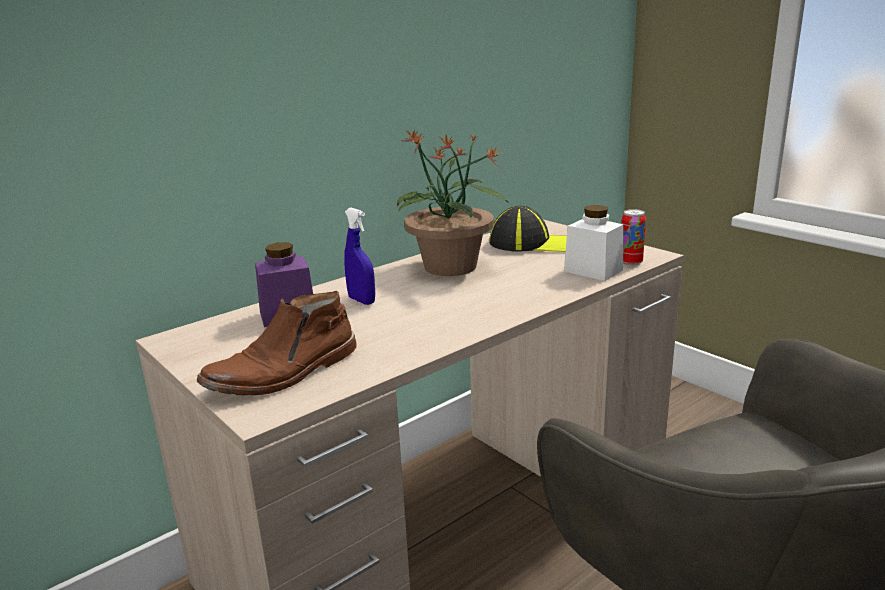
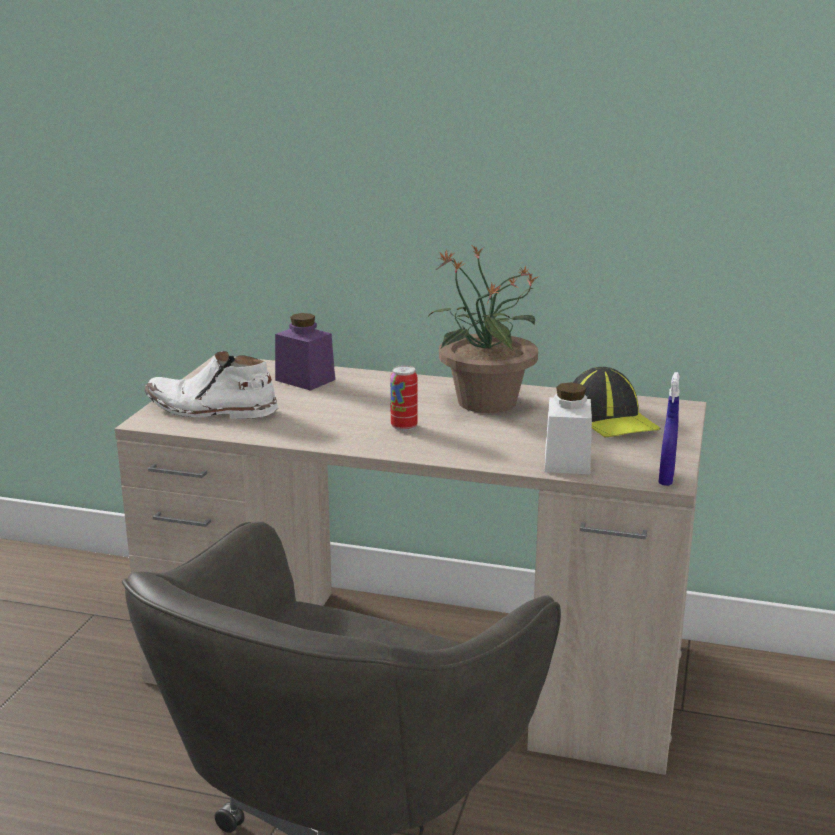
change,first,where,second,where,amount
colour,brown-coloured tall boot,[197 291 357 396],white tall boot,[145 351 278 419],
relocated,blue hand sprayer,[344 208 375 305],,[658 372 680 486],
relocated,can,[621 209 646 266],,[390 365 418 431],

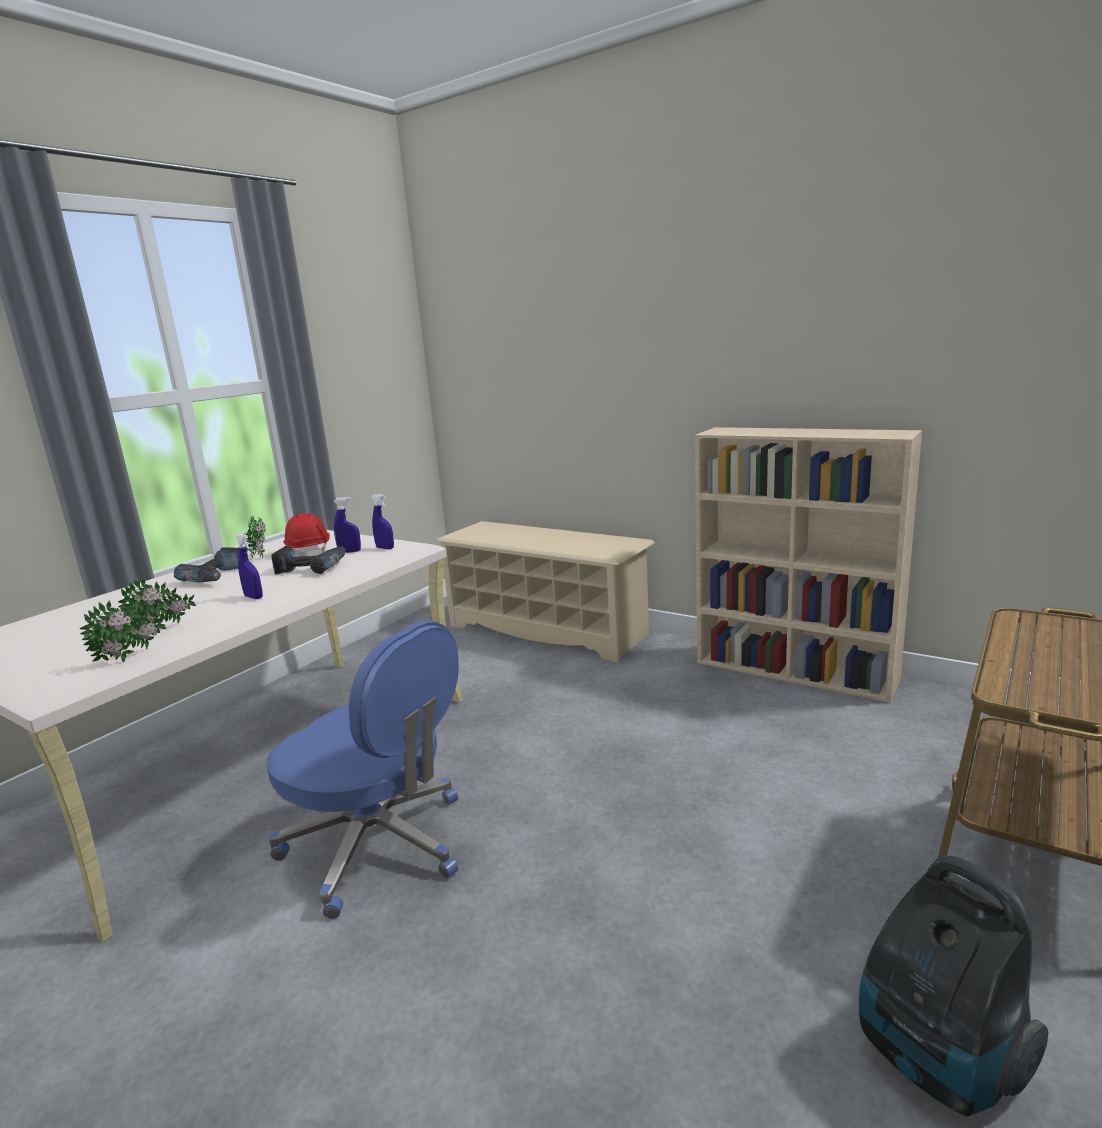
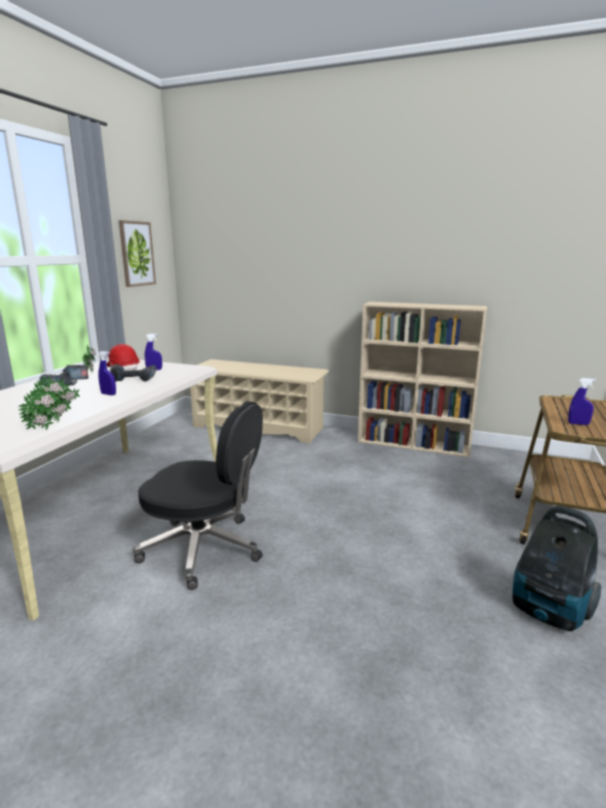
change,first,where,second,where,amount
colour,blue desk chair,[267 620 459 919],blackish desk chair,[133 401 263 590],
relocated,blue hand sprayer,[371 494 394 549],,[568 378 596 425],
appeared,,,picture,[119 220 156 287],

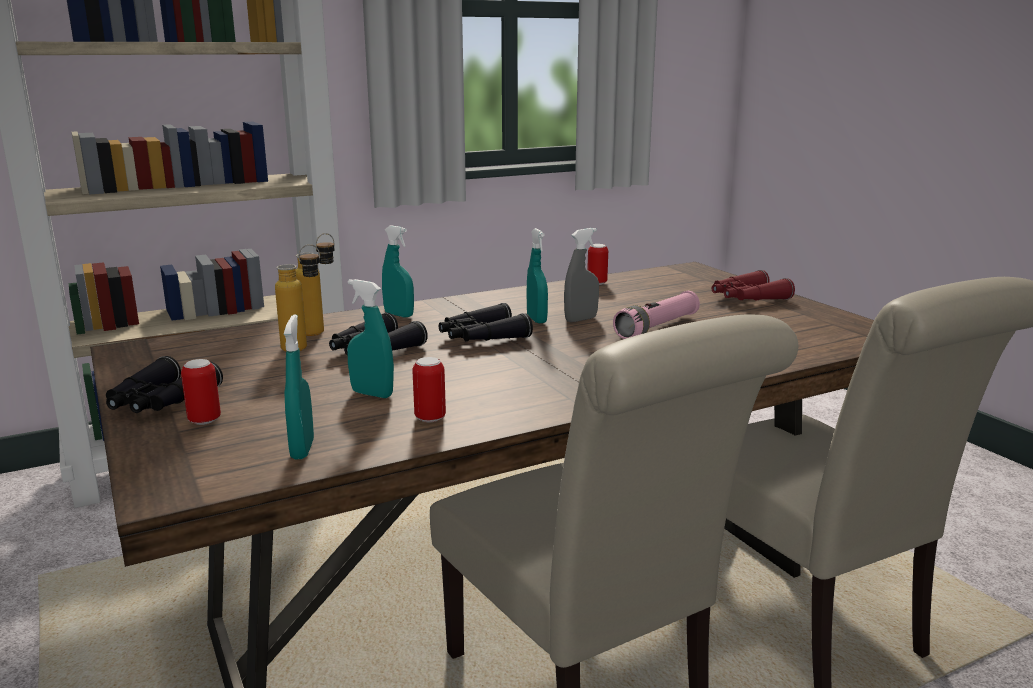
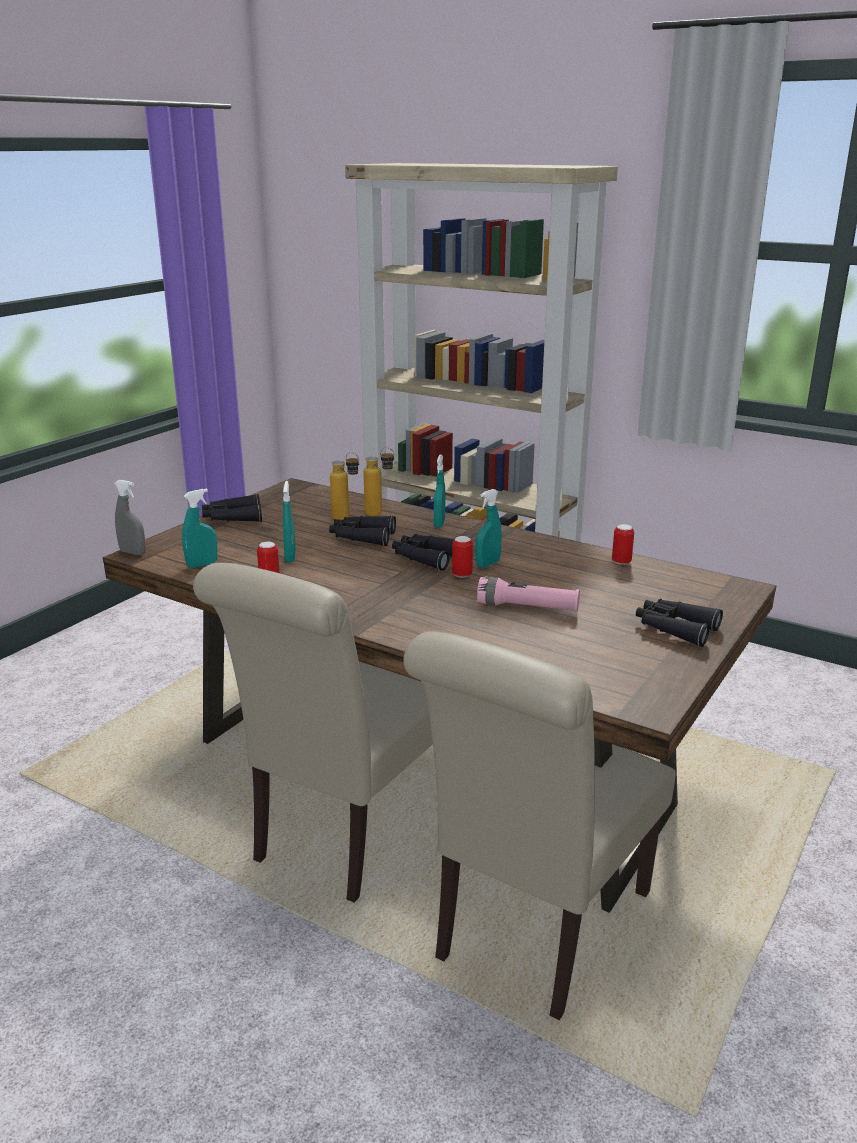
change,first,where,second,where,amount
relocated,can,[181 359 221 425],,[452 536 473 578],
relocated,gray hand sprayer,[564 228 599 322],,[114 480 146 555],
colour,reddish field glasses,[712 270 795 300],blackish field glasses,[636 599 723 647],

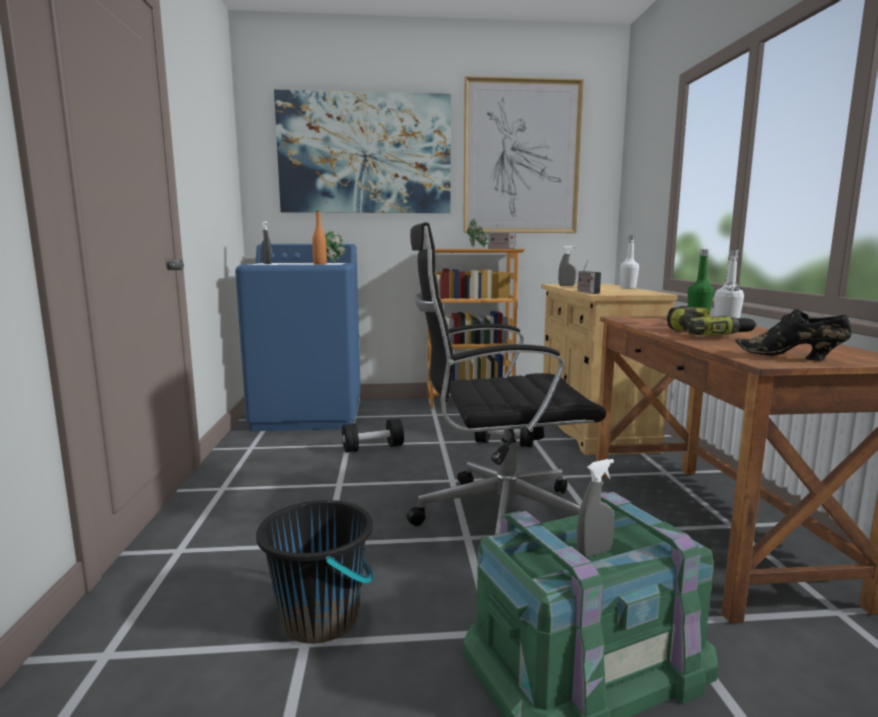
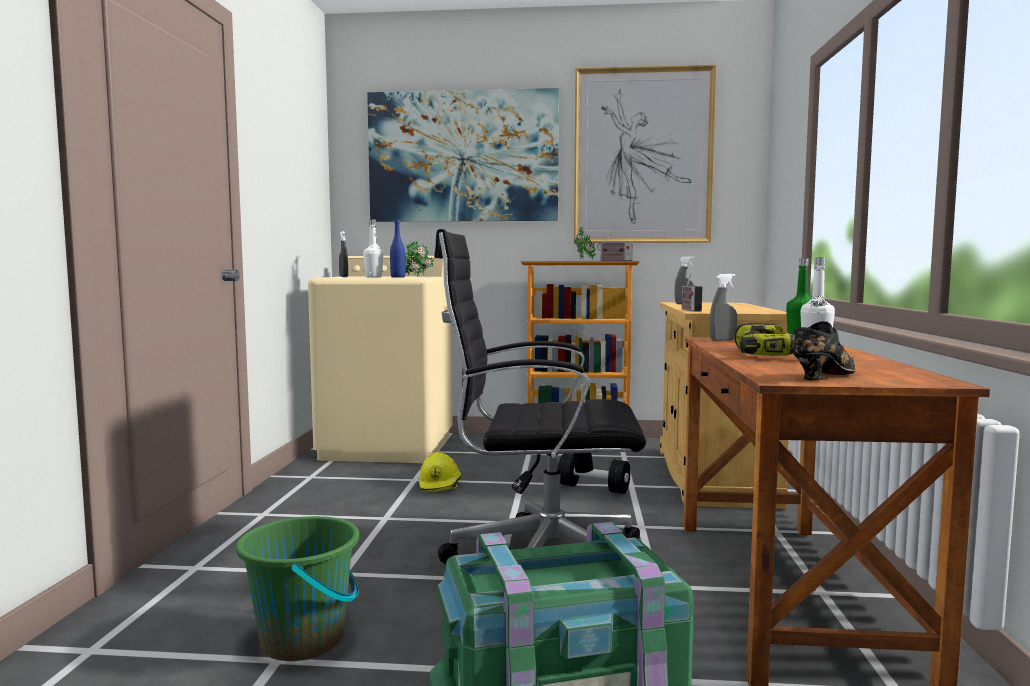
change,first,where,second,where,amount
colour,blue washing machine,[235 244 361 431],beige-coloured washing machine,[308 256 453 463],
colour,blackish bucket,[256 500 374 644],greenish bucket,[236 516 359 661],
colour,orange bottle,[312 211 327 264],blue bottle,[390 219 405 277],
exchanged,blackish dumbbell,[342 419 404 453],yellow hard hat,[419 452 461 492],
relocated,gray hand sprayer,[577 459 615 557],,[710 274 737 341],
relocated,white bottle,[620 235 639 289],,[363 219 383 277],
spun,blackish low shoe,[735 309 852 361],,[791 321 855 380],90 degrees clockwise

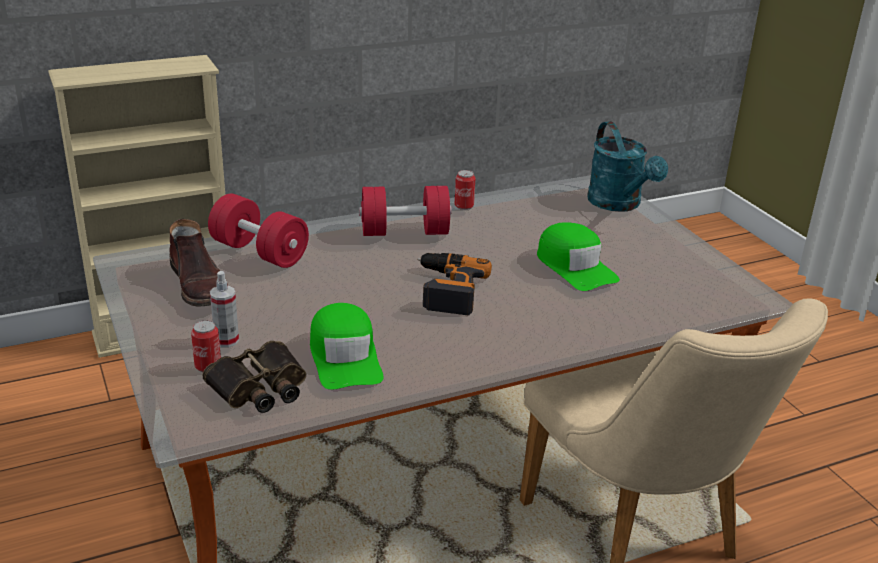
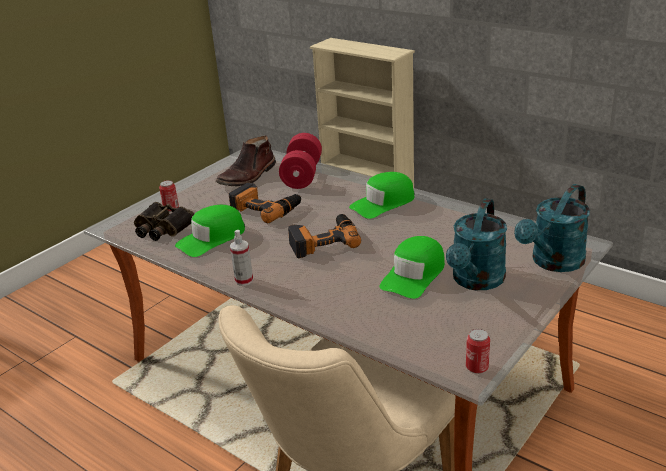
change,first,where,second,where,amount
relocated,hand sprayer,[210 271 239 347],,[230 230 253 286],
exchanged,reddish dumbbell,[359 186 452 236],greenish cap,[349 172 415 219],
relocated,can,[455 170 476 210],,[466 329 490 374],
appeared,,,drill,[229 182 301 223],
appeared,,,blue-green sprinkling can,[446 199 507 290],

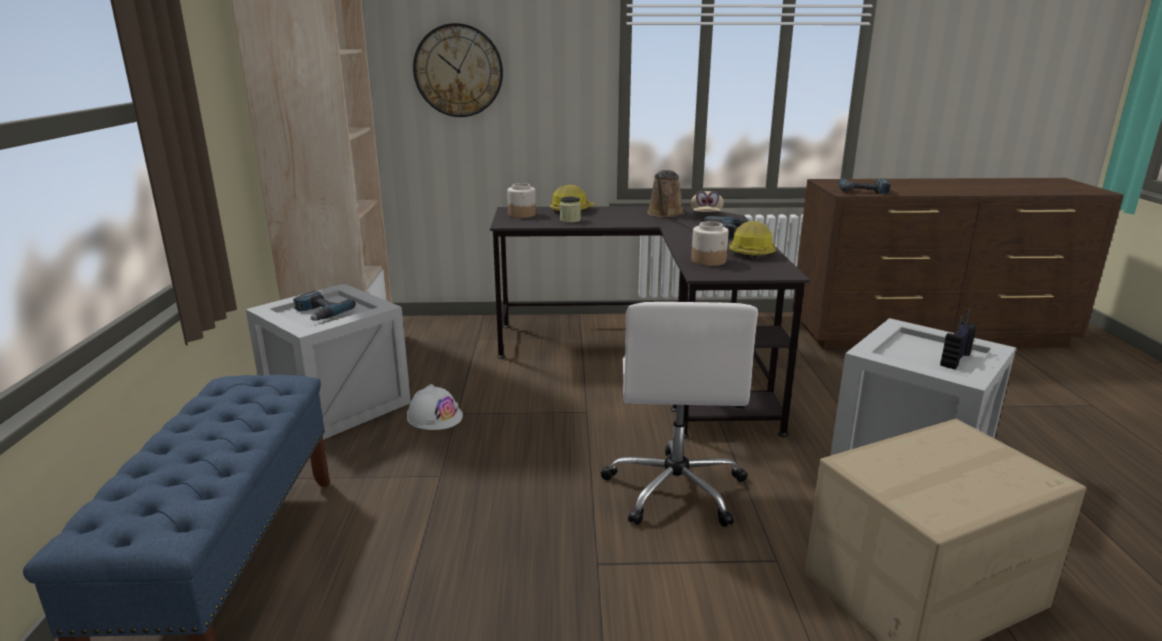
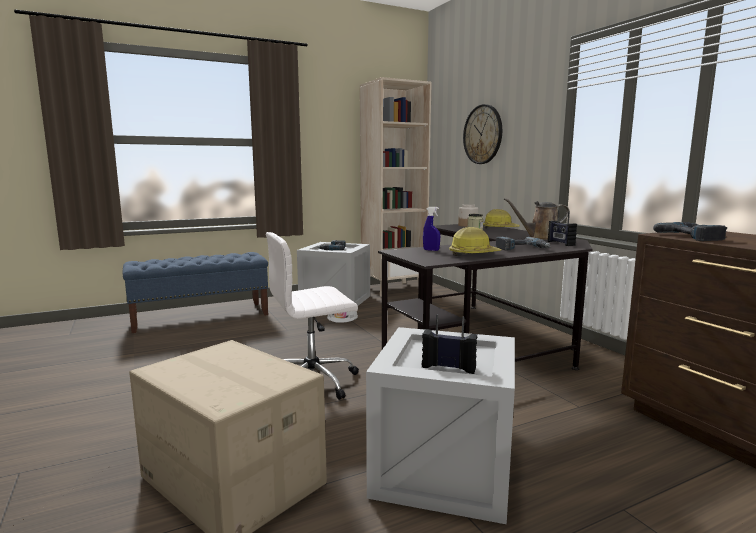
change,first,where,second,where,amount
exchanged,beige-coloured cap,[691 191 724 212],radio receiver,[548 210 577 246],
exchanged,jar,[691 221 729 266],blue hand sprayer,[423 207 440 251],

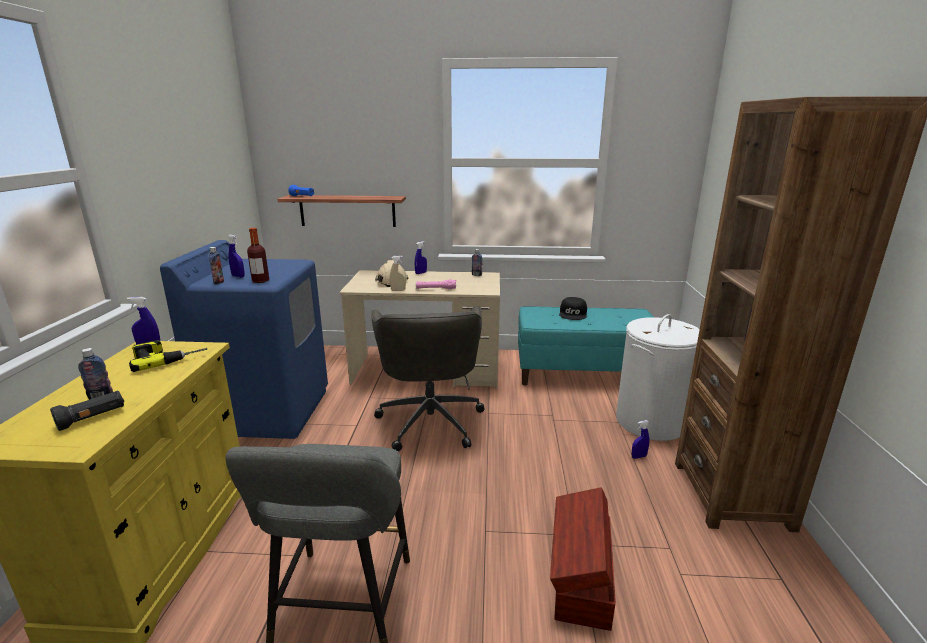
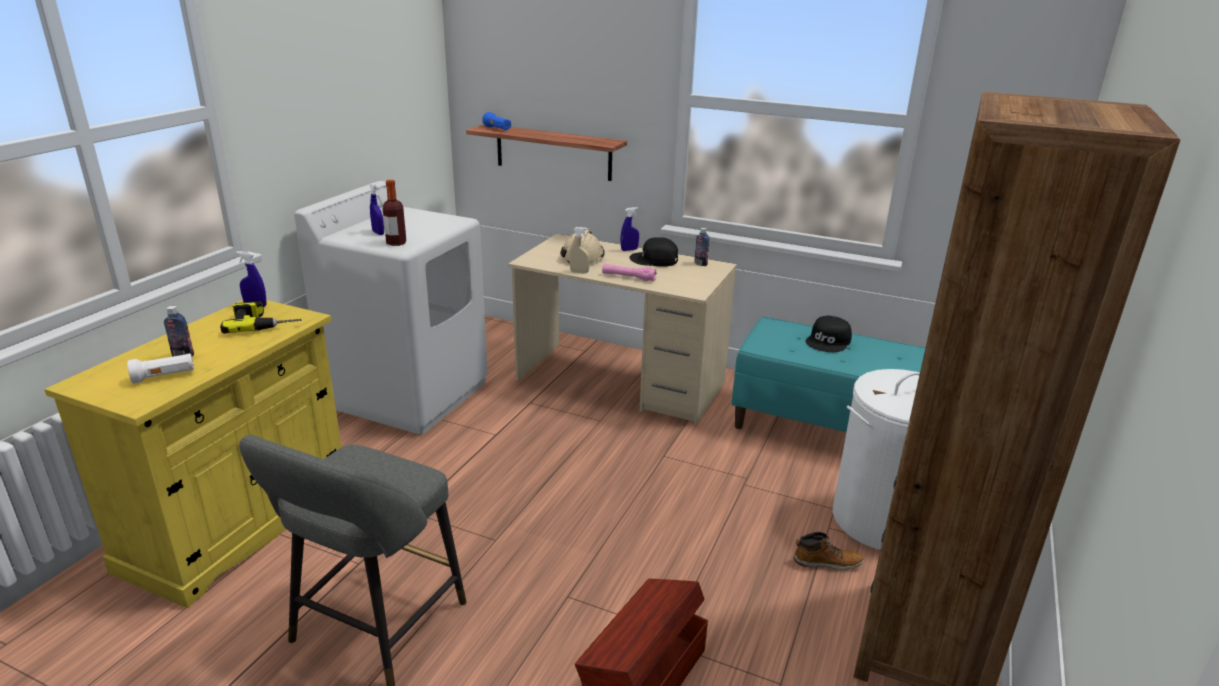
change,first,where,second,where,amount
colour,blackish hand torch,[50 391 124 431],white hand torch,[127 353 194 384],
colour,blue washing machine,[160 240 328 439],white washing machine,[294 181 488 435],
missing,bottle,[209 247 224 284],,,
missing,gray desk chair,[371 306 485 451],,,
exchanged,blue hand sprayer,[632 420 650 459],tall boot,[794 532 864 570],
appeared,,,blackish cap,[629 237 678 267],

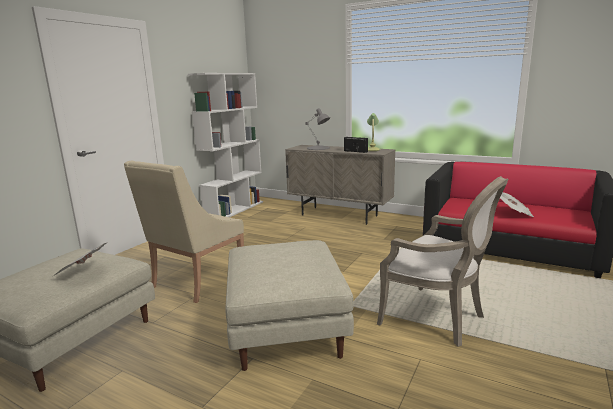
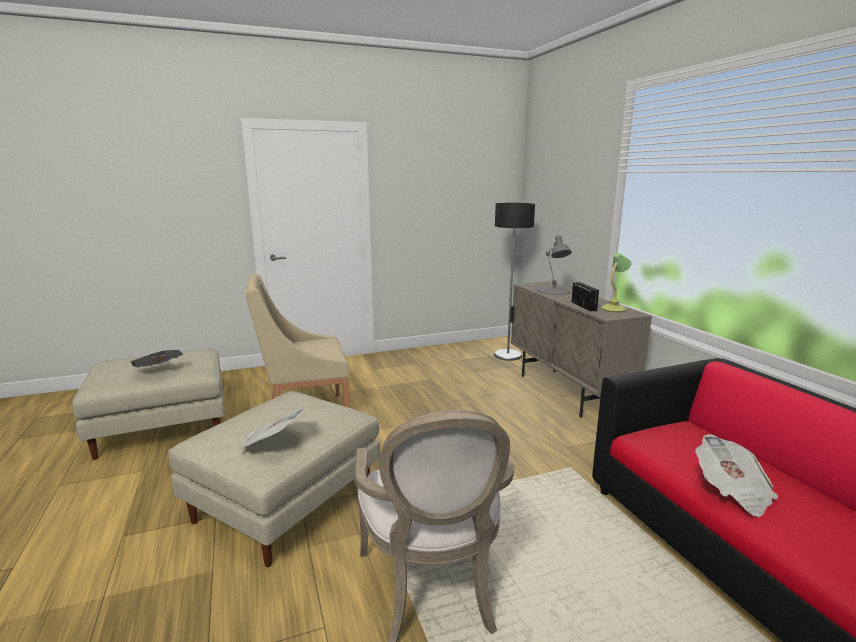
change,first,where,second,where,amount
missing,white bookcase,[188 73 263 217],,,
appeared,,,printed paper,[239 406 304 450],
appeared,,,floor lamp,[494 203 535 361],

